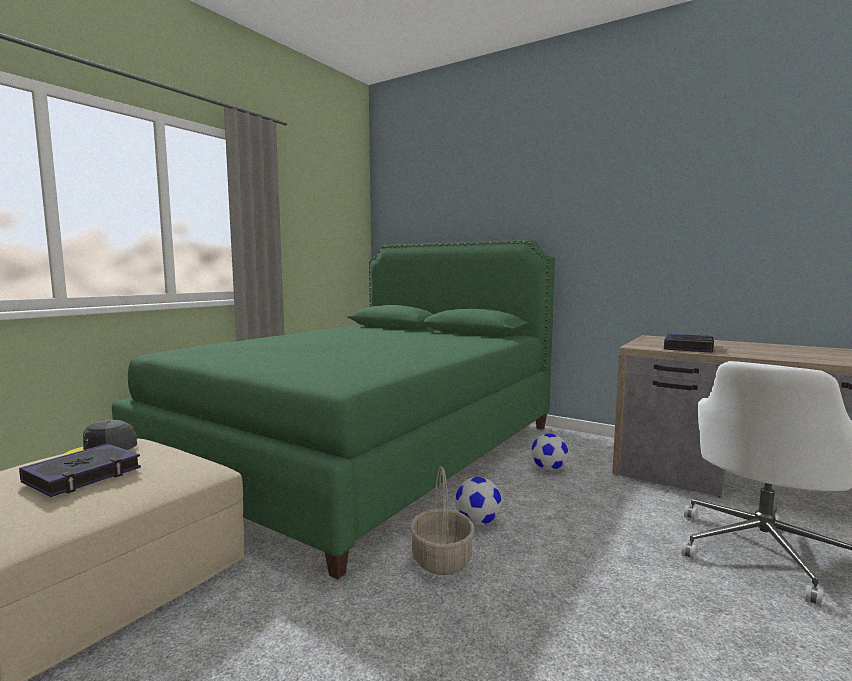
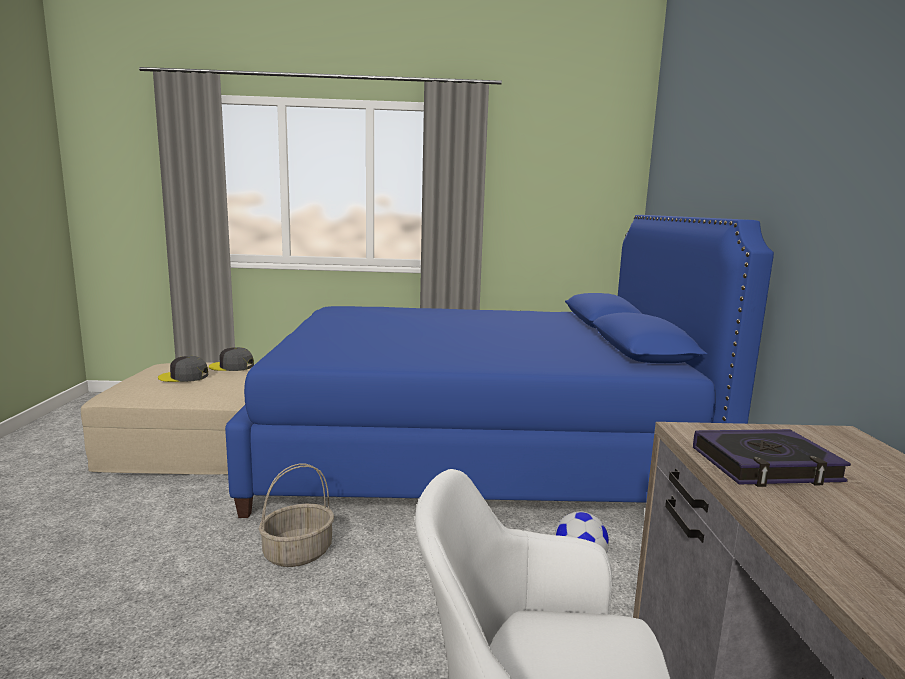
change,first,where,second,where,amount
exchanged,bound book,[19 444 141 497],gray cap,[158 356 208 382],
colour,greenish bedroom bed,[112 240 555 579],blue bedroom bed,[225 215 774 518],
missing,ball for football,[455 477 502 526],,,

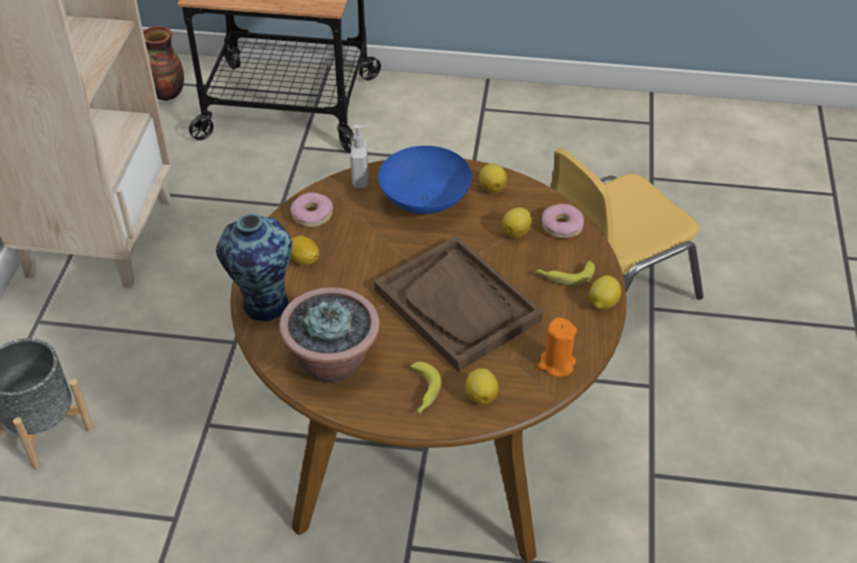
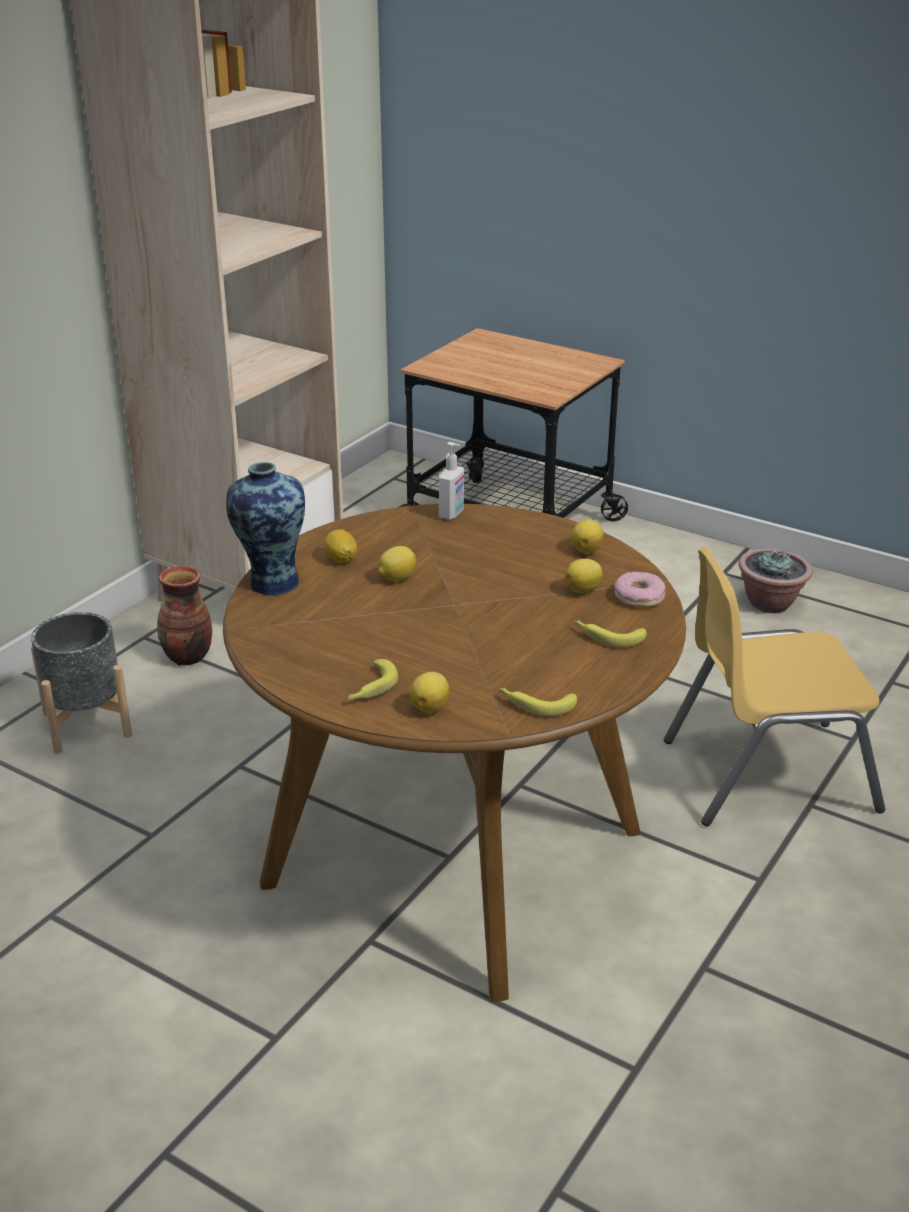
change,first,where,second,where,amount
relocated,flower vase,[143 26 184 101],,[157 566 212 665],
relocated,plant in a pot,[279 287 380 383],,[739 548 813 613],
missing,donut,[291 192 333 227],,,
missing,brown-coloured tray,[374 236 543 372],,,
missing,blue deep dish,[378 146 472 214],,,
exchanged,orange wax light,[538 317 577 377],banana fruit,[499 688 577 717],
relocated,whole lemon,[590 275 622 310],,[378 546 416 581],

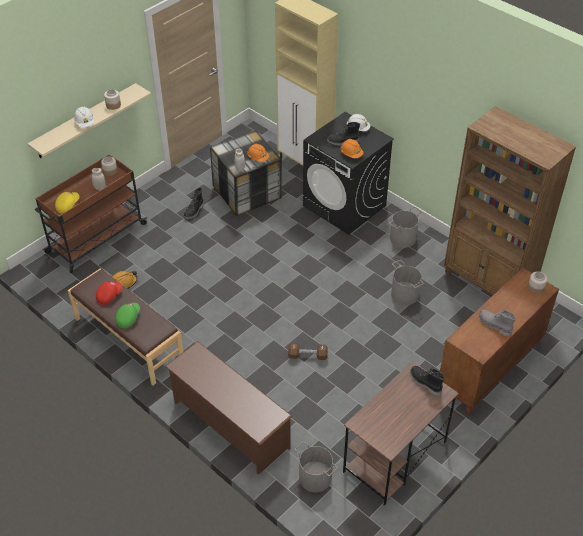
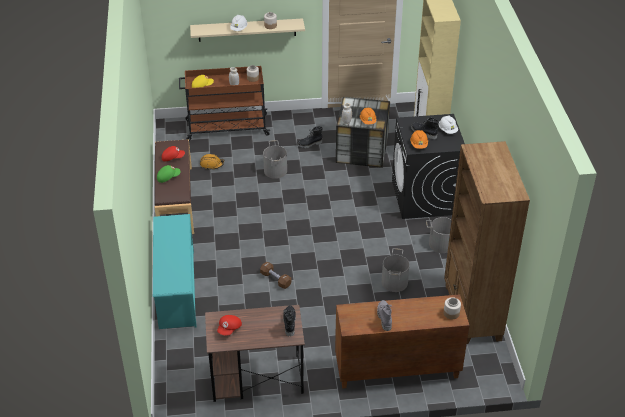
change,first,where,second,where,amount
colour,brown-coloured shoe shelf,[165 341 293 475],blue-green shoe shelf,[153 214 197 329],
relocated,gray bucket,[295 441 338 492],,[263 140 287 179],
appeared,,,reddish cap,[217 315 242 336],

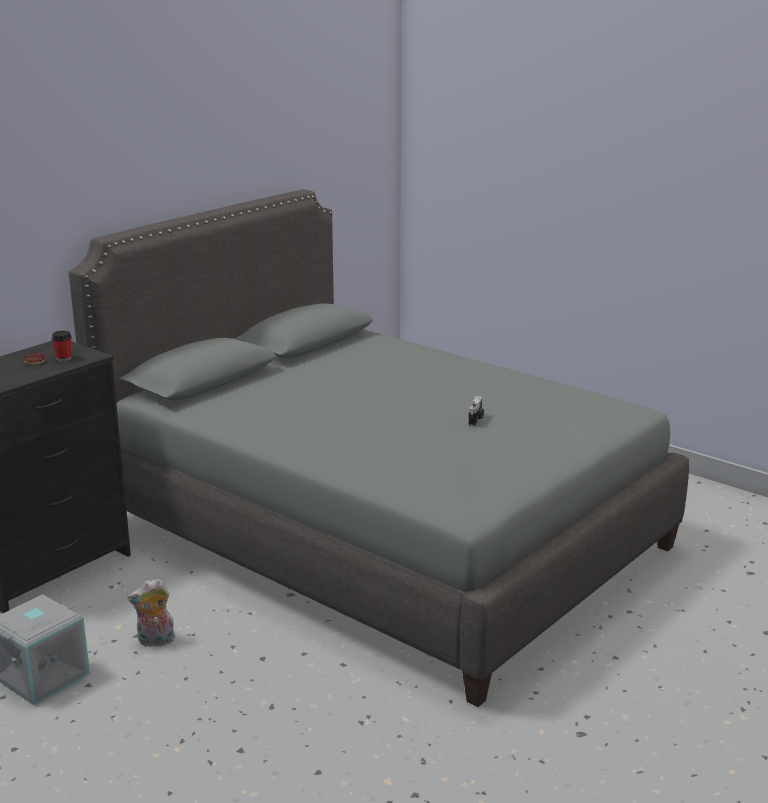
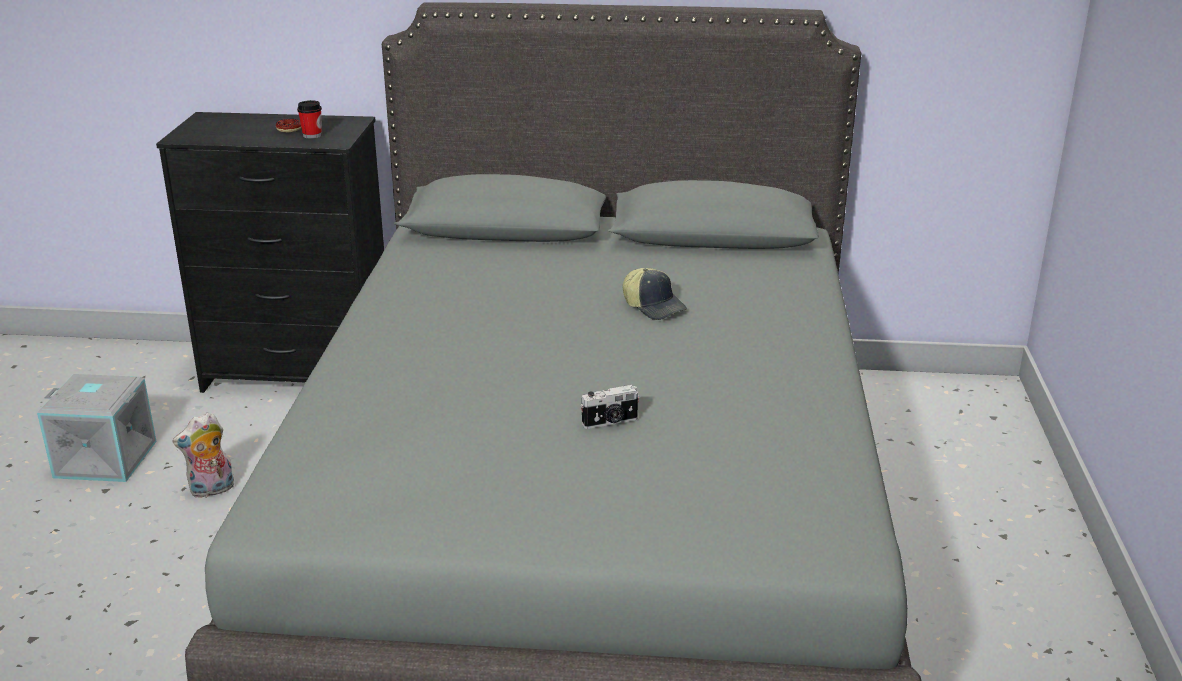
change,first,where,second,where,amount
spun,soft toy,[127 579 175 647],,[173 412 234 499],75 degrees counterclockwise
appeared,,,cap,[623 268 687 320],

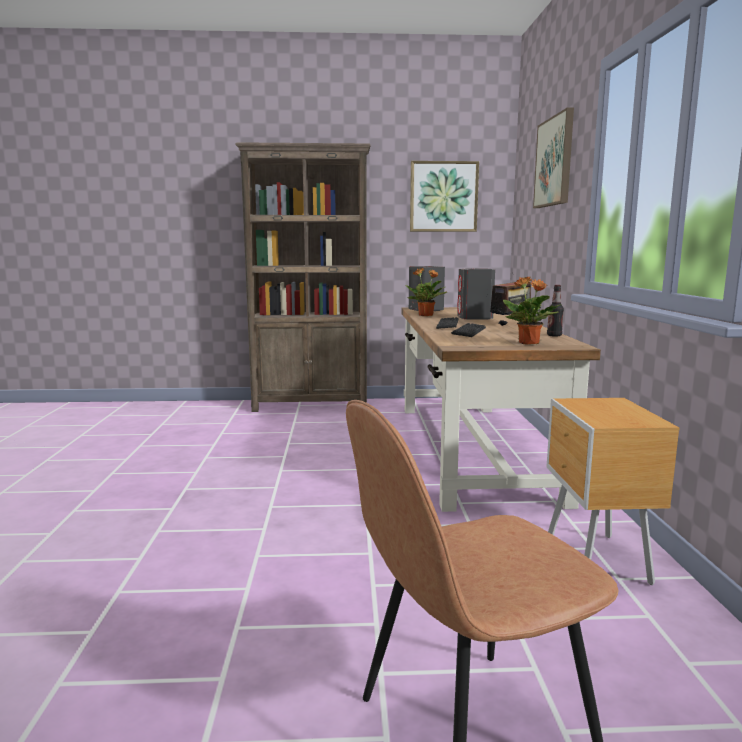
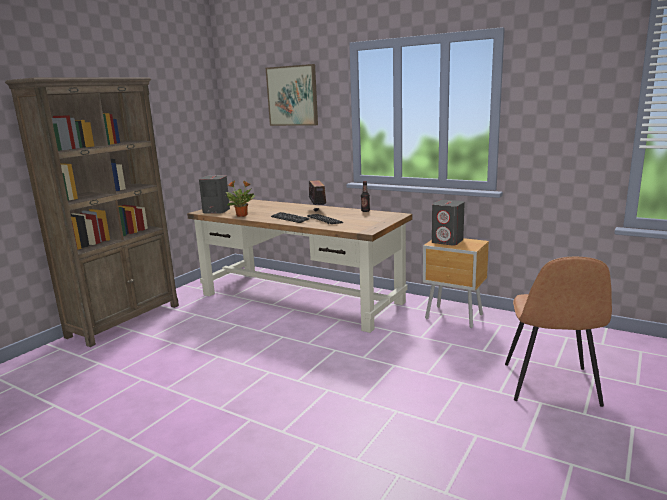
change,first,where,second,where,amount
missing,picture,[410 161 479 232],,,
relocated,gray loudspeaker,[457 269 495 320],,[432 200 465 245],
missing,plant in a pot,[503 277 562 344],,,

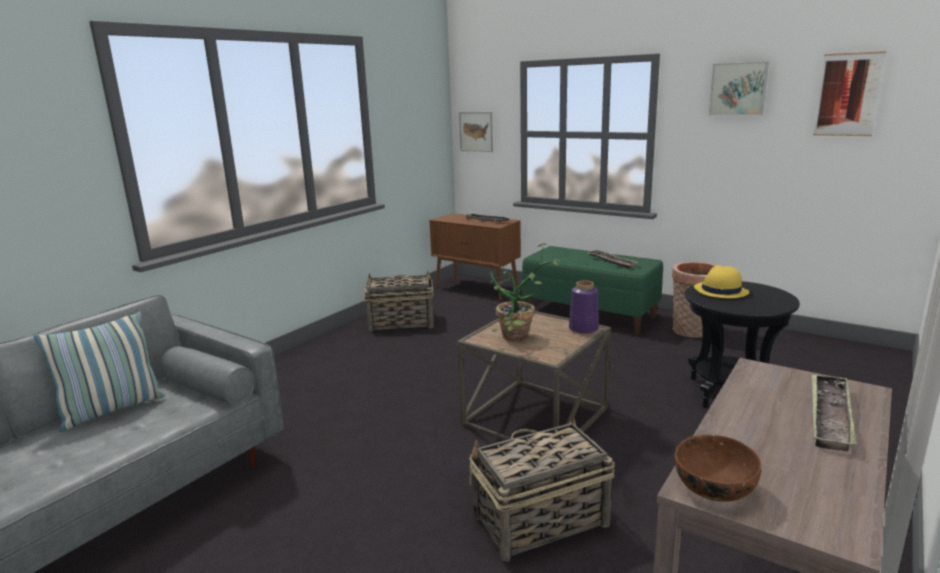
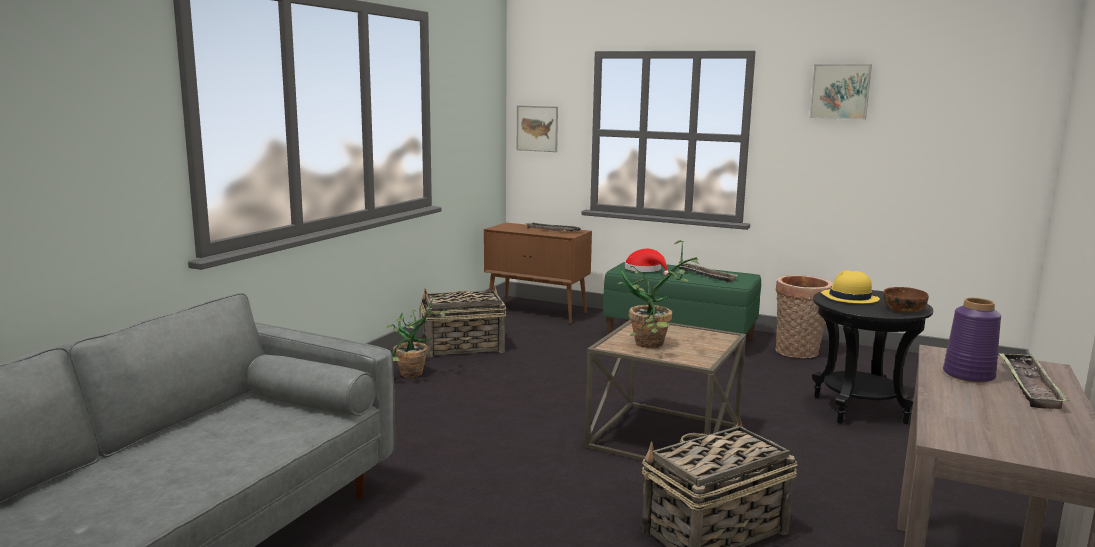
change,first,where,second,where,amount
missing,cushion,[34 312 165 432],,,
relocated,purple flower vase,[569 280 599 334],,[943 298 1001 383],
relocated,brown-coloured deep dish,[675 435 762 502],,[884 287 929 313],
missing,picture,[813 51 886 136],,,
appeared,,,plant in a pot,[386 295 451 378],
appeared,,,reddish wearable hat,[625 249 669 275],

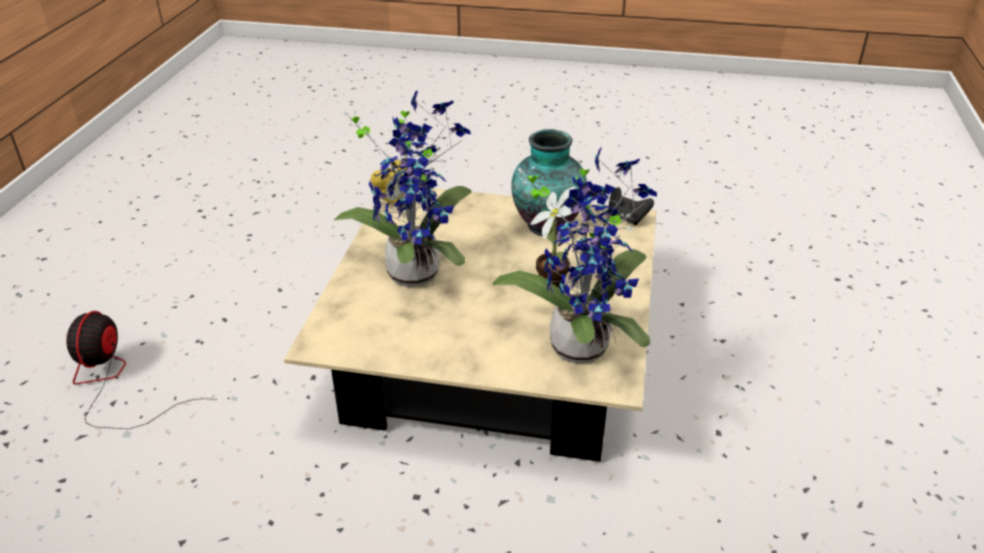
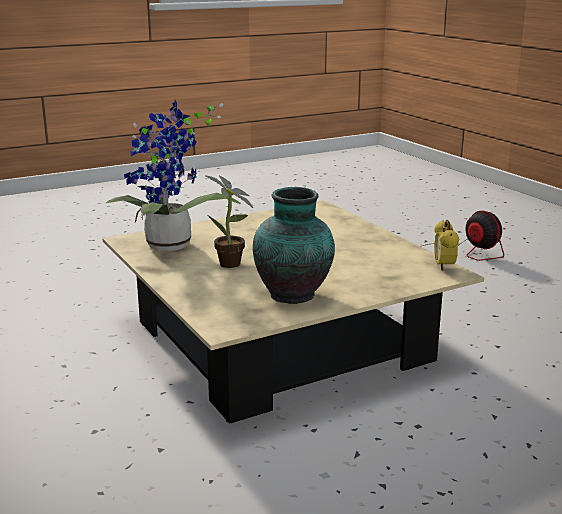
change,first,where,second,where,amount
missing,plant in a pot,[334 91 472 287],,,
missing,blackish game controller,[608 187 654 225],,,

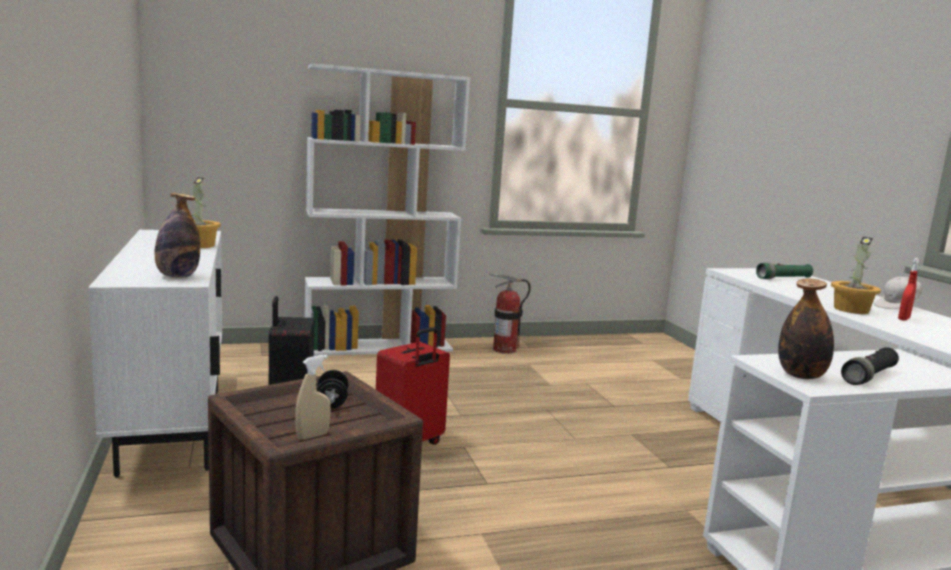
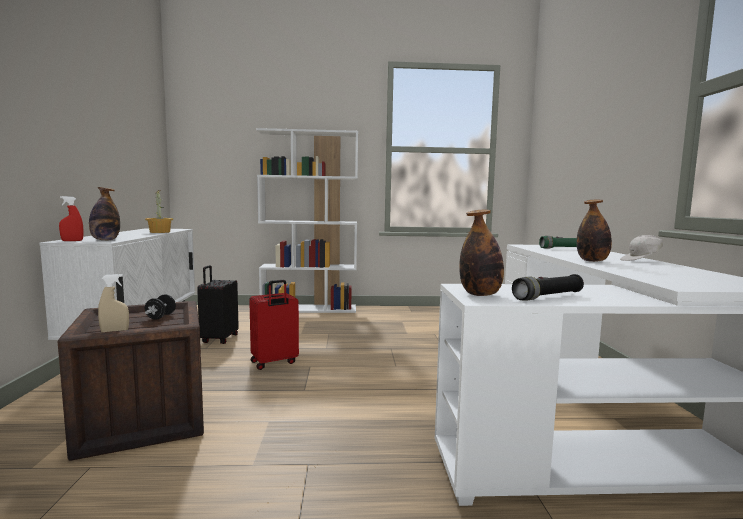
change,first,where,second,where,amount
missing,extinguisher,[489 274 531 354],,,
exchanged,plant in a pot,[831 237 881 314],bottle,[577 200 612 262],
relocated,reddish hand sprayer,[898 258 919 321],,[59 196 83 241],

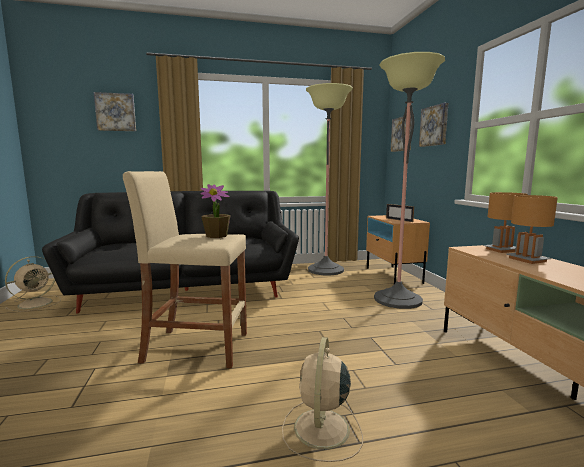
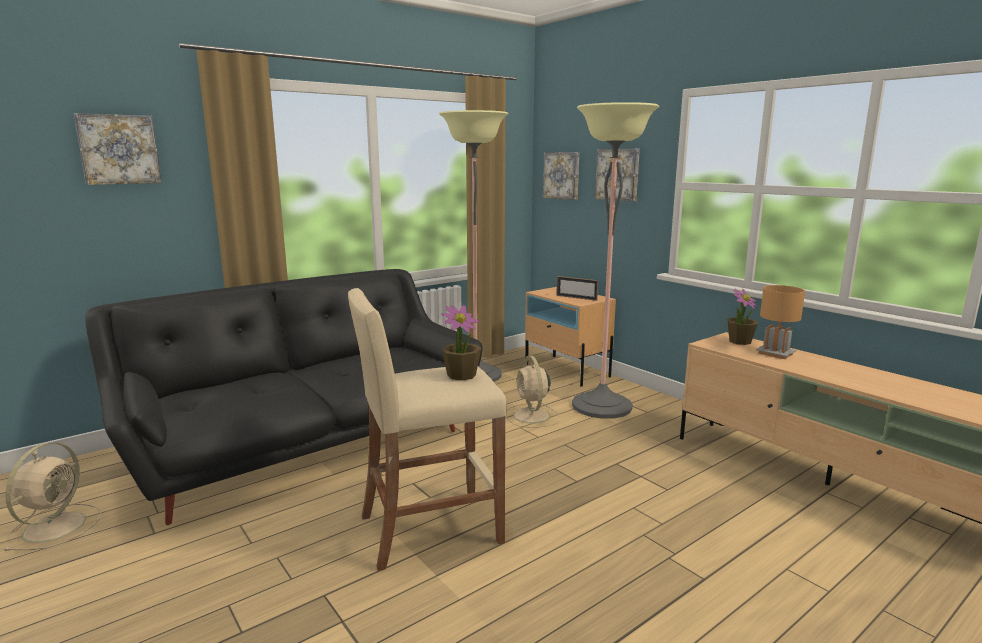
change,first,where,second,where,amount
relocated,beige-coloured electric fan,[282 337 363 462],,[506 356 560 428],
exchanged,brown-coloured lamp for a table,[484 192 528 253],plant in a pot,[727 289 758 345],

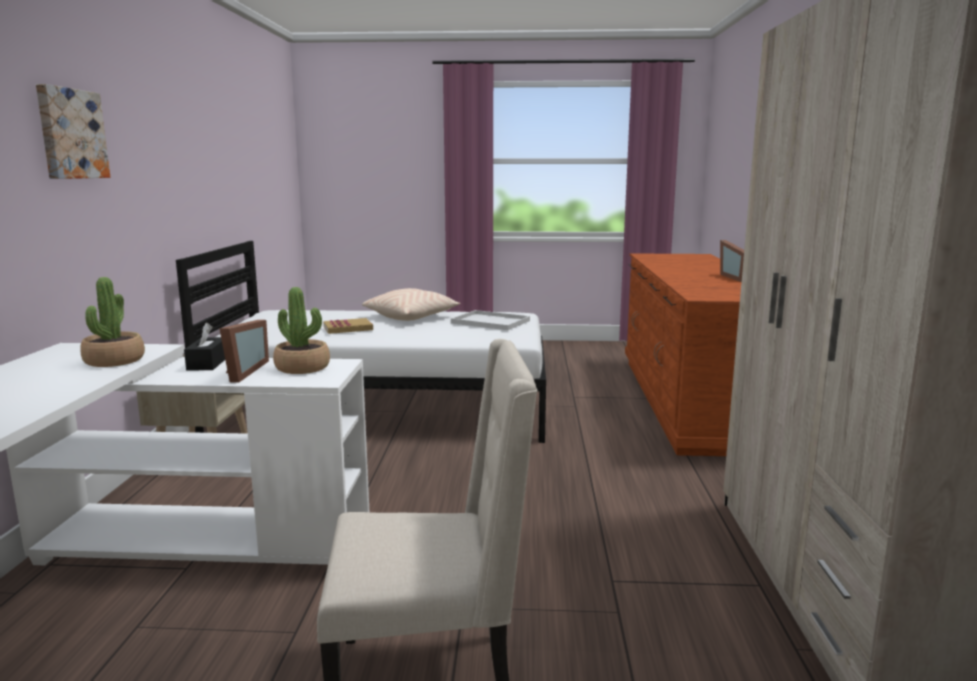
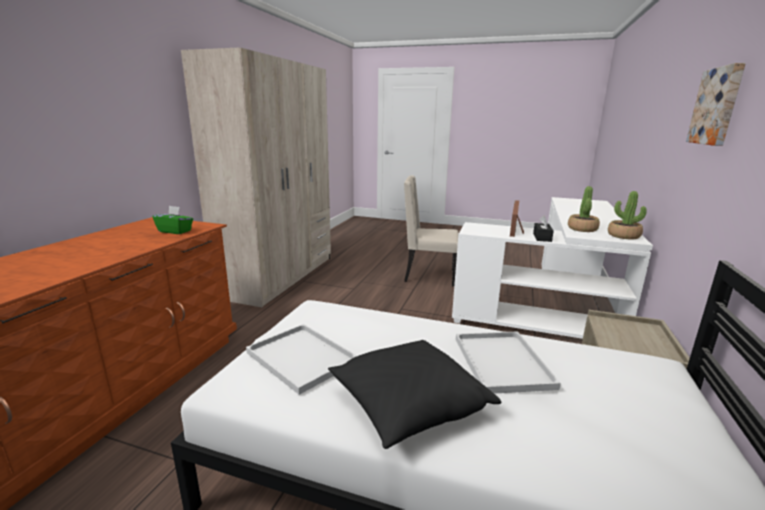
change,first,where,second,where,amount
relocated,plant in a pot,[273 287 330 374],,[608 191 647 239],
exchanged,bound book,[323 318 373 334],white tray,[456 331 561 394],
colour,beige-coloured cushion,[362 288 461 321],blackish cushion,[328 340 502 449],
missing,picture frame,[720 240 744 282],,,
appeared,,,greenish tissue holder,[153 206 193 234],

